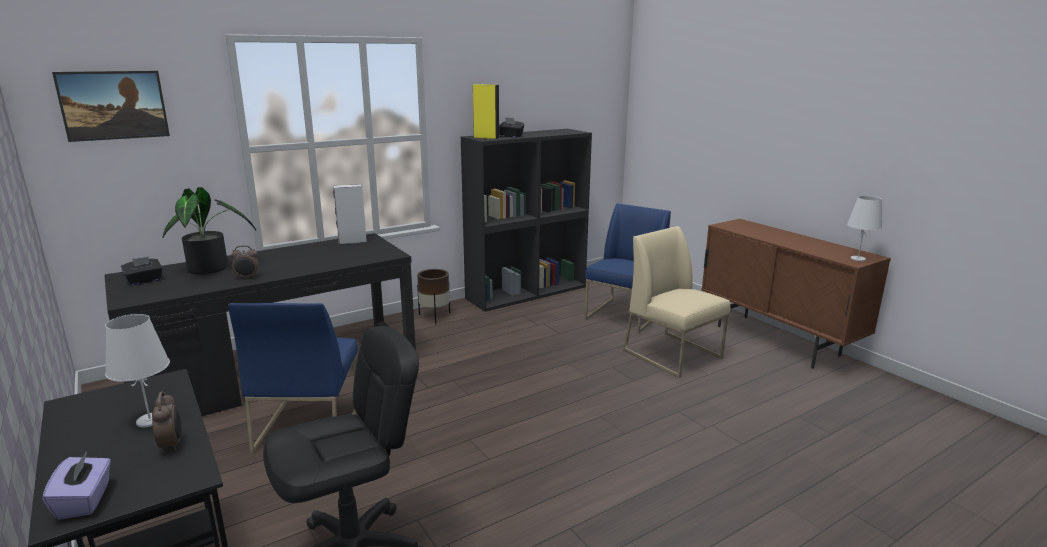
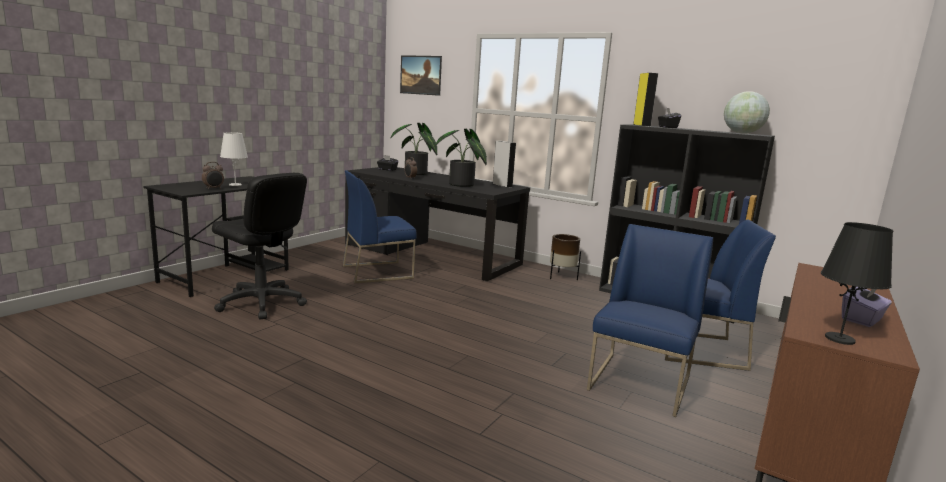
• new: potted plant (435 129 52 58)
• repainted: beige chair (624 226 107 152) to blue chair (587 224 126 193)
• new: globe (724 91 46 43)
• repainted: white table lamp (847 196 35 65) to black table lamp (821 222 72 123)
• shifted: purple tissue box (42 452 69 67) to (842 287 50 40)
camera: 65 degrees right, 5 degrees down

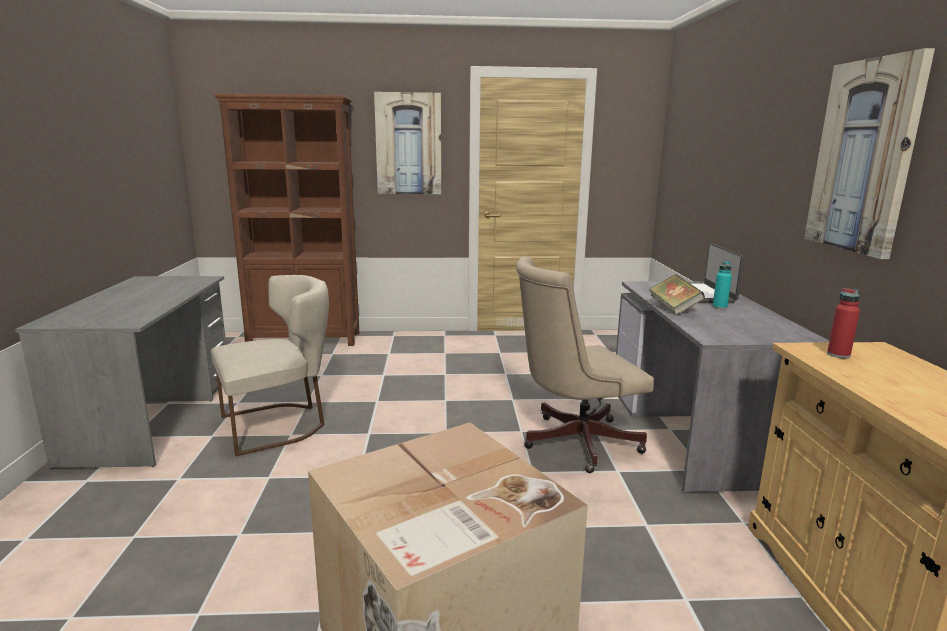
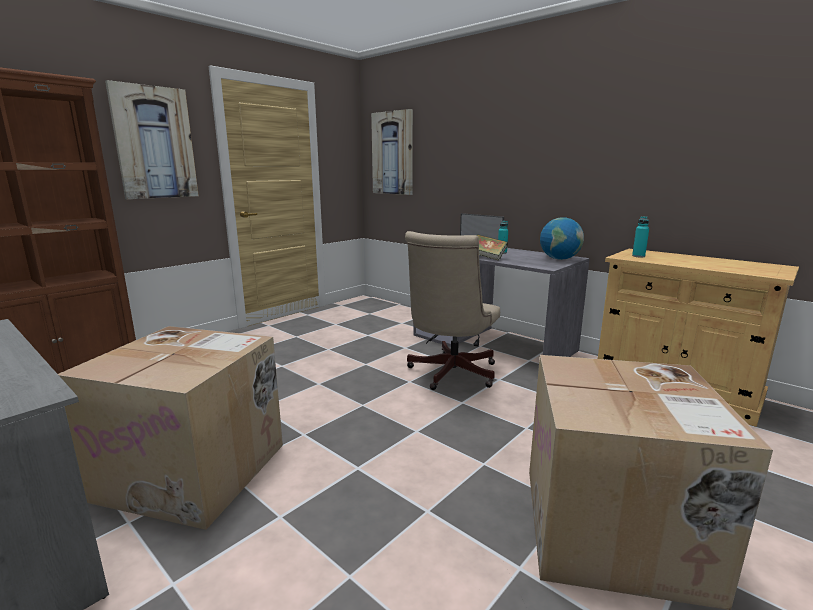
• swapped: beige chair (211 275 118 181) to cardboard box (58 326 225 204)
• shifted: picture (804 48 131 211) to (371 109 42 86)
• new: globe (540 217 44 43)
• repainted: red bottle (827 288 33 70) to turquoise bottle (632 216 17 41)
camera: 45 degrees left, 0 degrees up

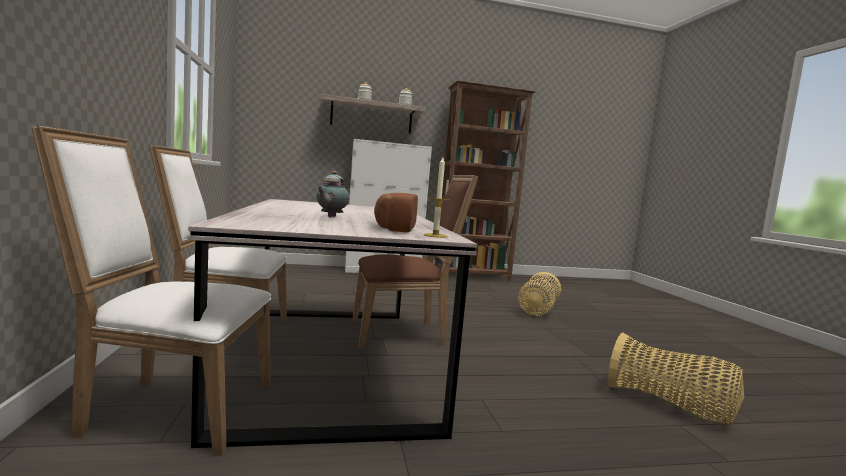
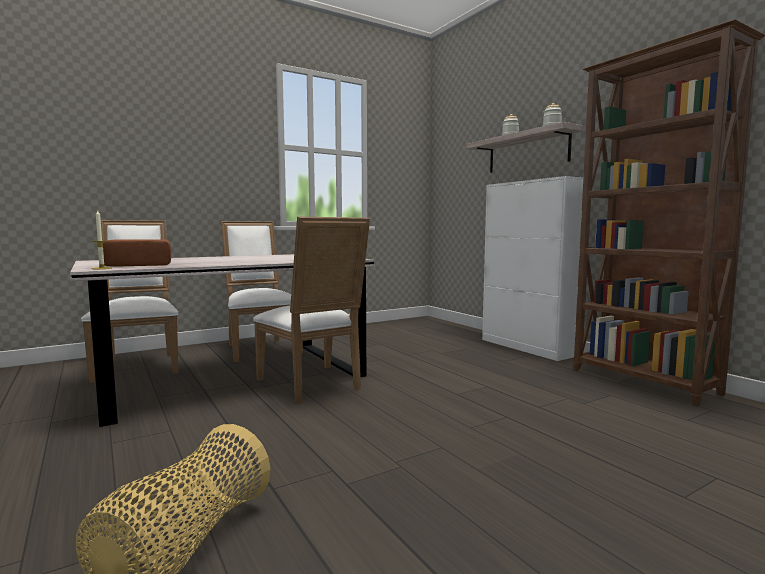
• repainted: brown chair (352 175 126 174) to white chair (253 216 117 187)
• gone: teapot (316 171 34 46)
• gone: basket (518 272 43 44)
camera: 70 degrees right, 0 degrees up

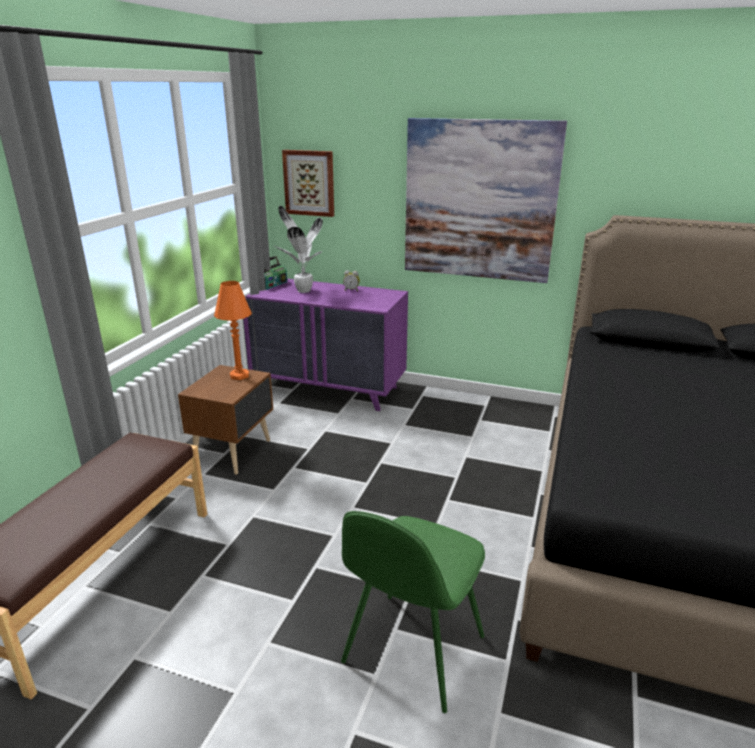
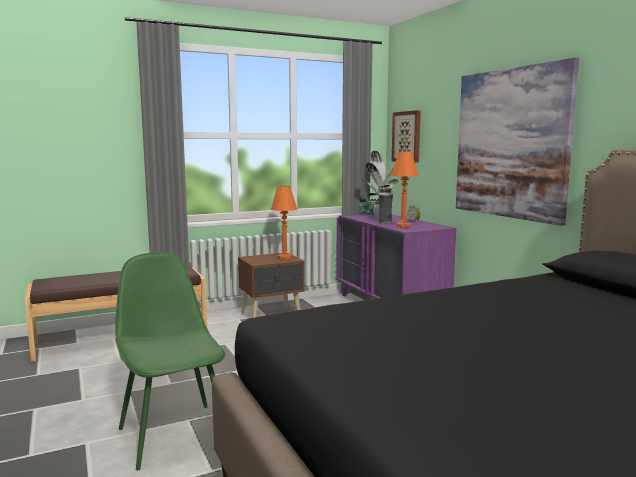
• rotated: green chair (341 511 144 202) = (115 252 111 218) 75 degrees clockwise
• new: vase (378 187 15 37)
• new: orange table lamp (391 152 28 76)
camera: 45 degrees right, 15 degrees down

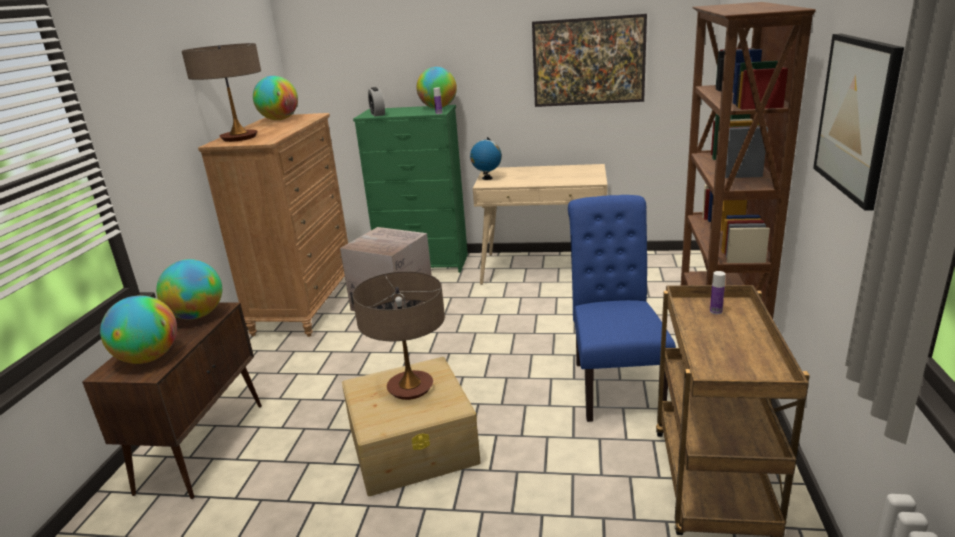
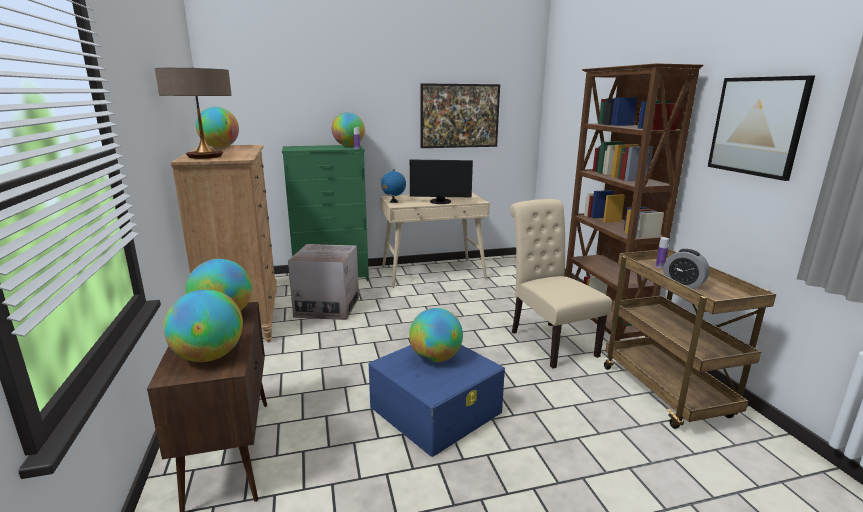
• repainted: beige storage box (342 357 139 139) to blue storage box (369 345 136 112)
• swapped: table lamp (352 271 93 129) to globe (409 308 54 54)
• new: monitor (410 160 63 44)
• repainted: blue chair (568 195 108 227) to beige chair (510 199 102 169)
• shifted: alarm clock (368 87 17 30) to (663 249 47 40)
camera: 25 degrees left, 5 degrees down

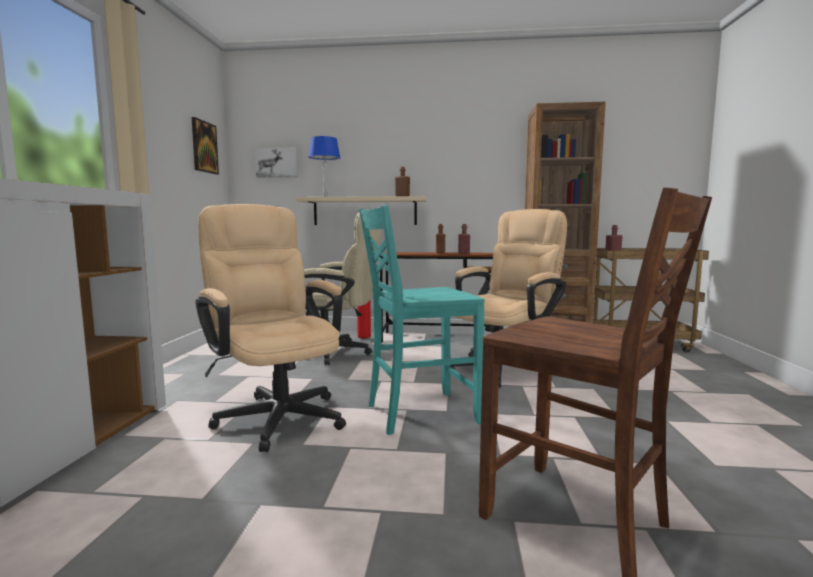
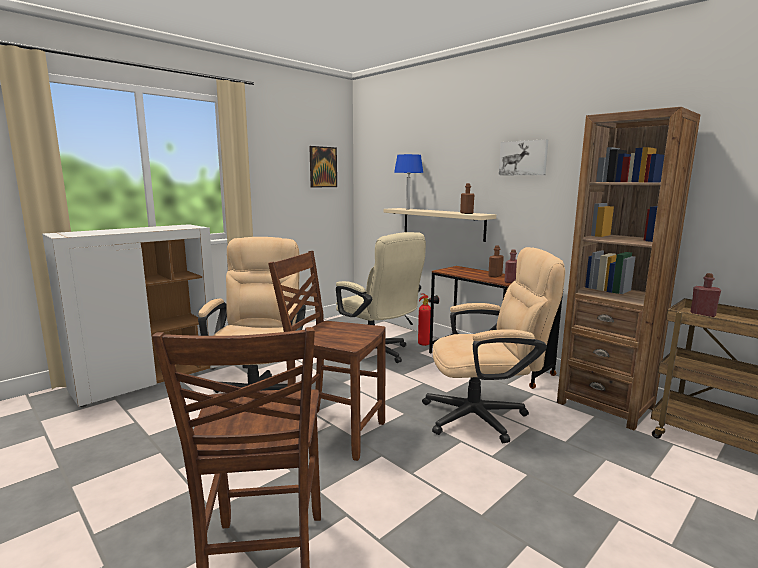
• repainted: turquoise chair (359 205 126 230) to brown chair (268 251 118 210)
• shifted: picture (255 147 43 31) to (499 139 49 36)
camera: 40 degrees right, 5 degrees up

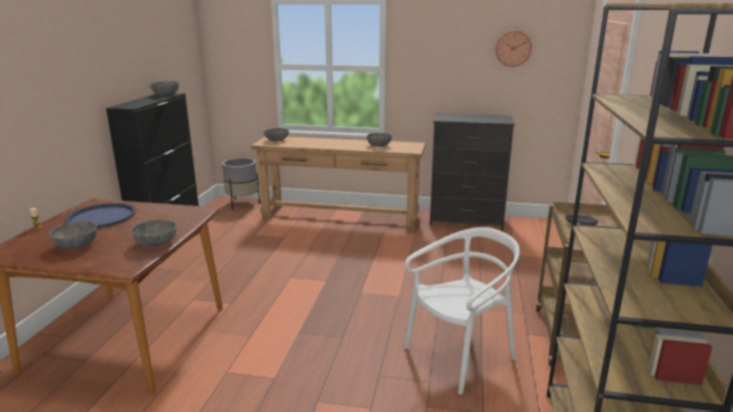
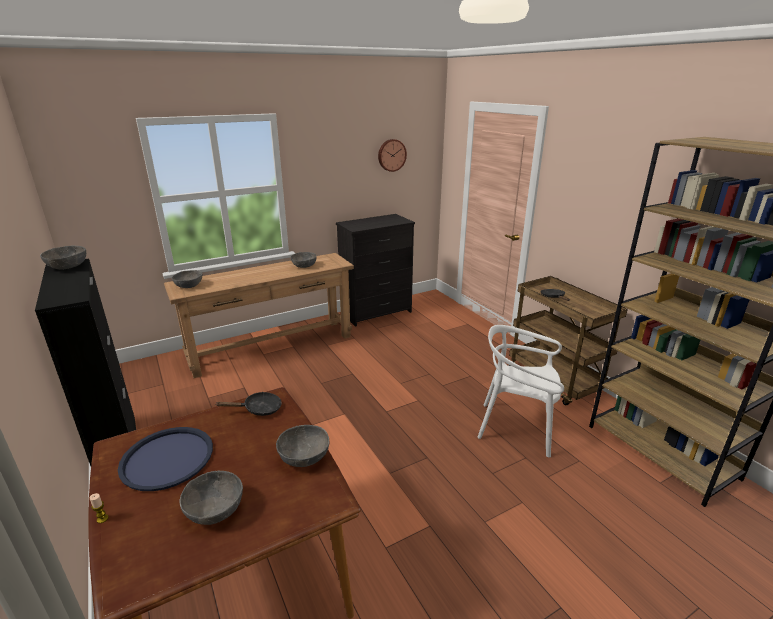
• new: black frying pan (215 392 67 24)
• rotated: white chair (404 227 116 167) = (478 325 86 132) 90 degrees counterclockwise
• gone: grey planter (222 158 38 52)
camera: 40 degrees left, 5 degrees up

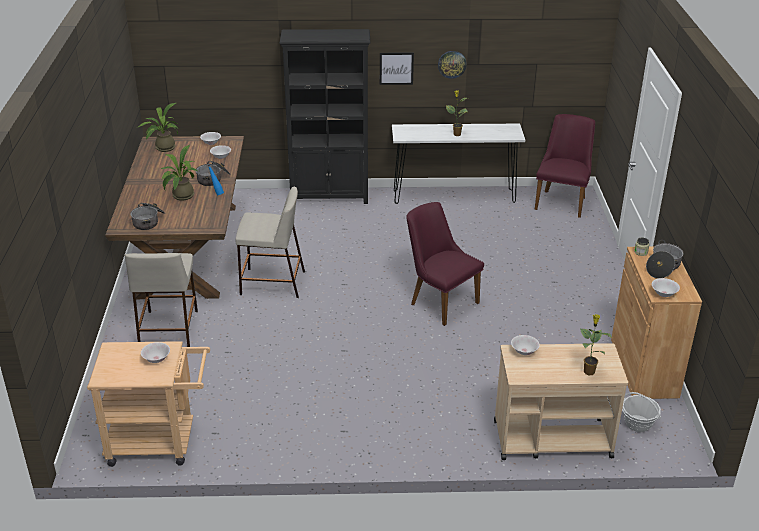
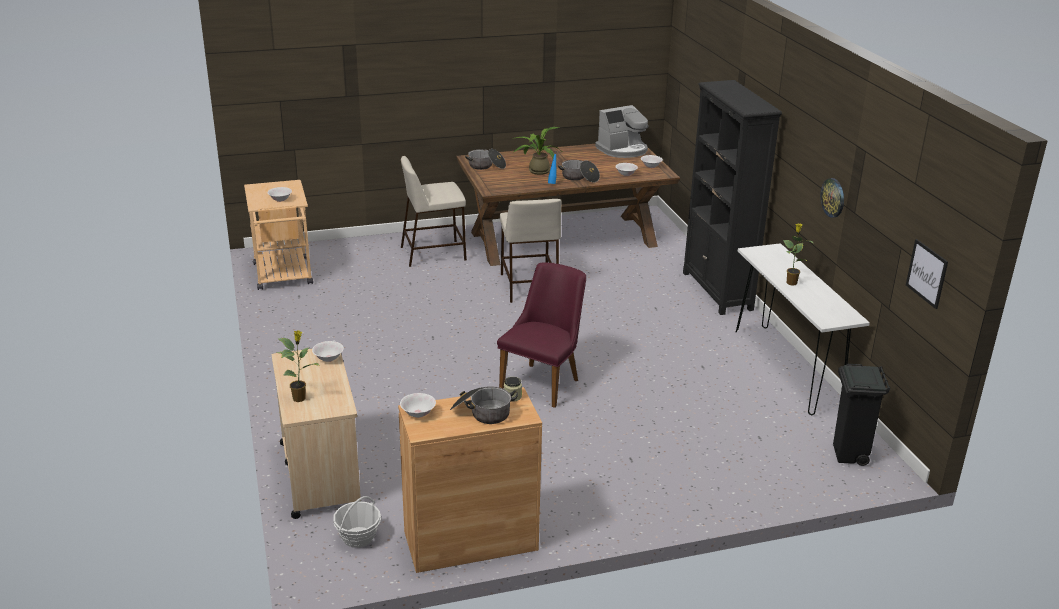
• swapped: potted plant (136 103 42 49) to coffee machine (595 105 54 53)
• swapped: purple chair (535 114 60 104) to black trash can (833 364 57 102)
• shifted: picture (380 53 34 32) to (906 239 42 70)
camera: 75 degrees right, 5 degrees down

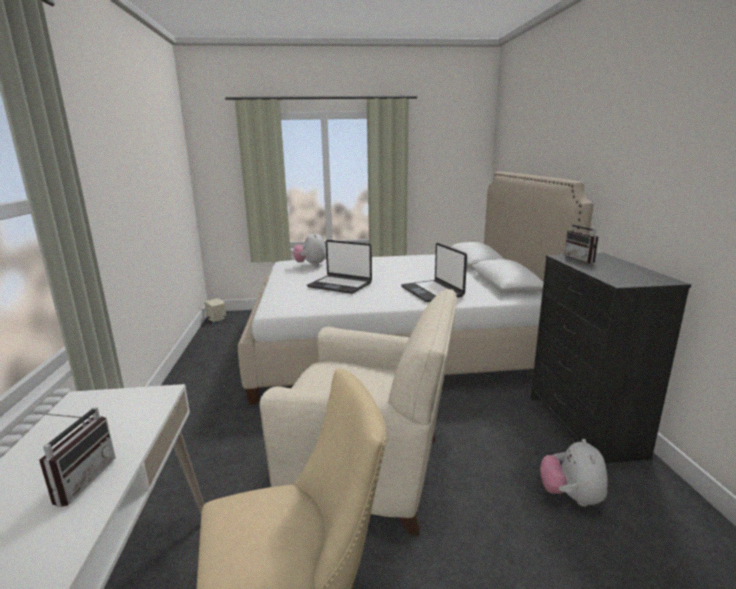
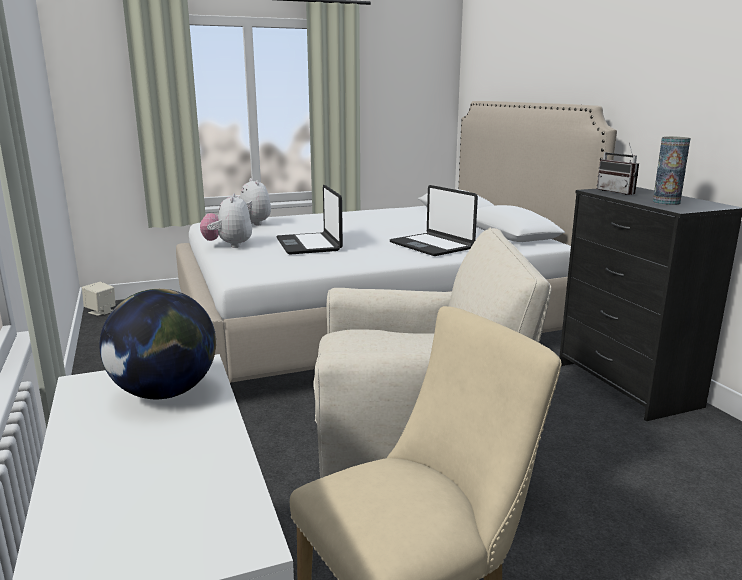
• new: globe (100 289 116 110)
• shifted: plush toy (540 439 68 68) to (200 194 52 54)
• rotated: laptop (307 240 65 54) = (276 185 67 70) 60 degrees clockwise
• new: vase (653 137 38 68)
• gone: radio (35 407 81 100)
camera: 15 degrees left, 0 degrees up

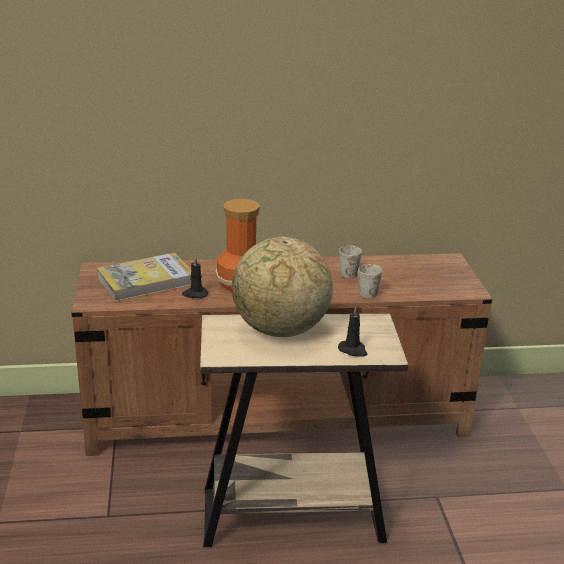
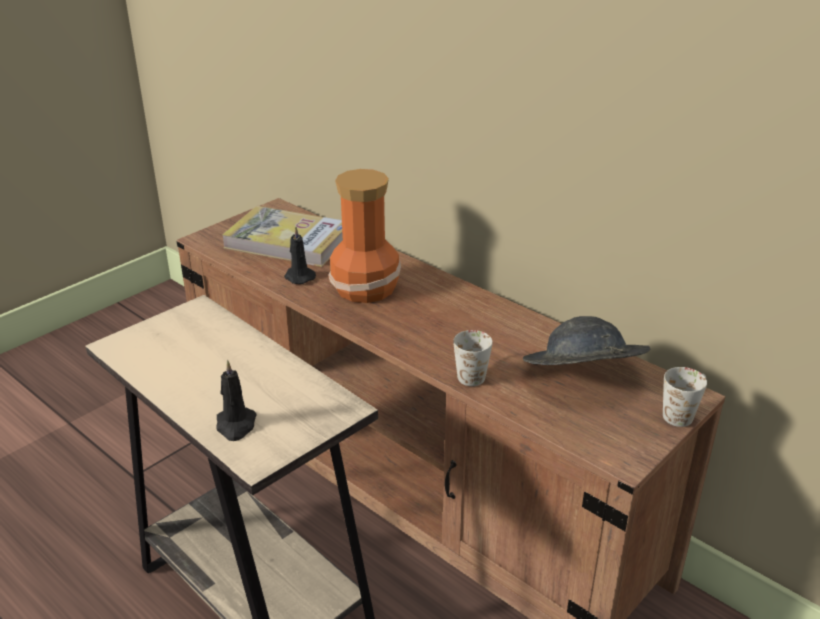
• new: grey hat (523 316 127 49)
• shifted: white mug (339 245 23 33) to (663 367 44 60)
• gone: globe (232 237 101 100)
camera: 50 degrees right, 5 degrees up

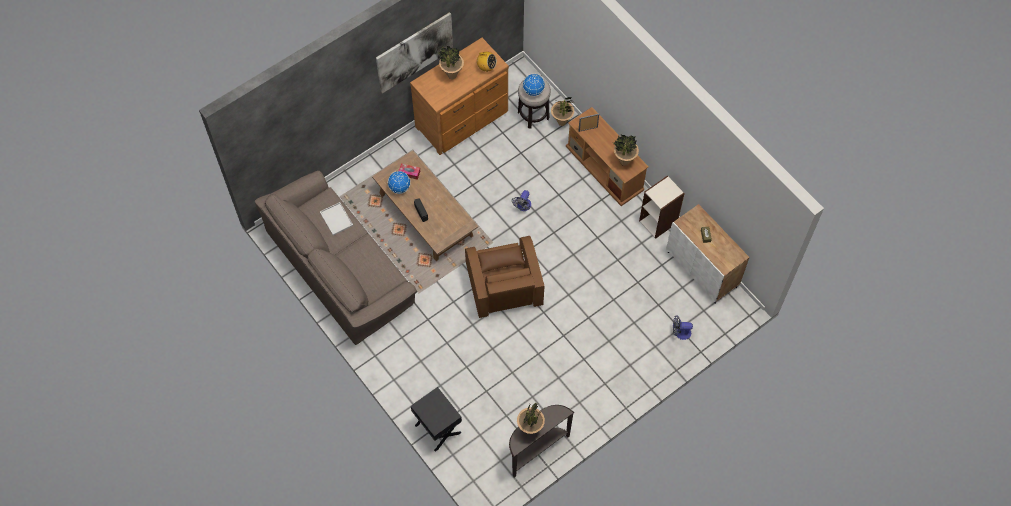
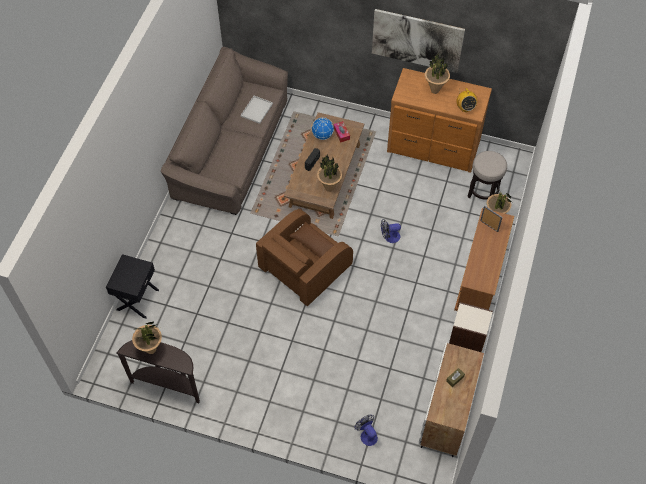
• shifted: potted plant (614 135 25 31) to (317 154 25 38)
• gone: globe (523 74 22 22)
camera: 55 degrees right, 5 degrees down

